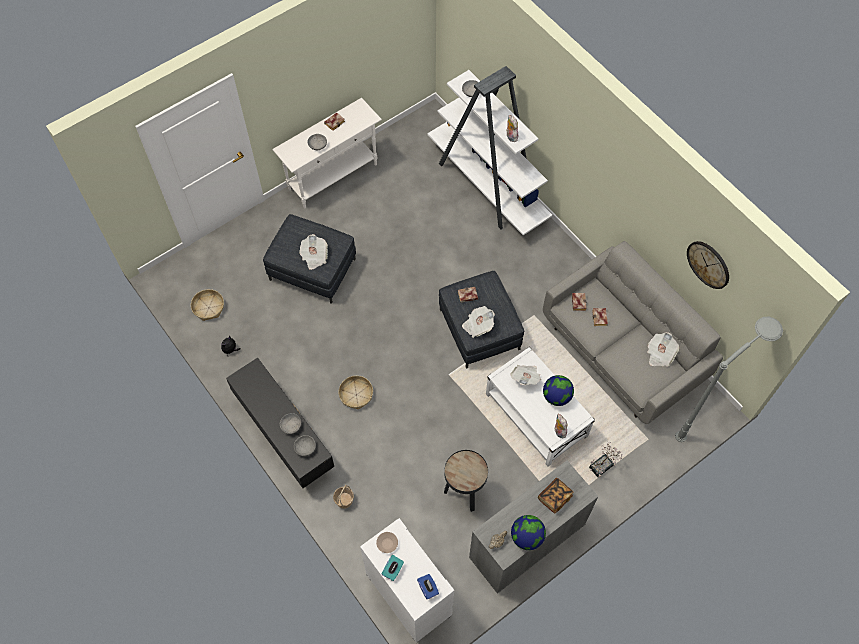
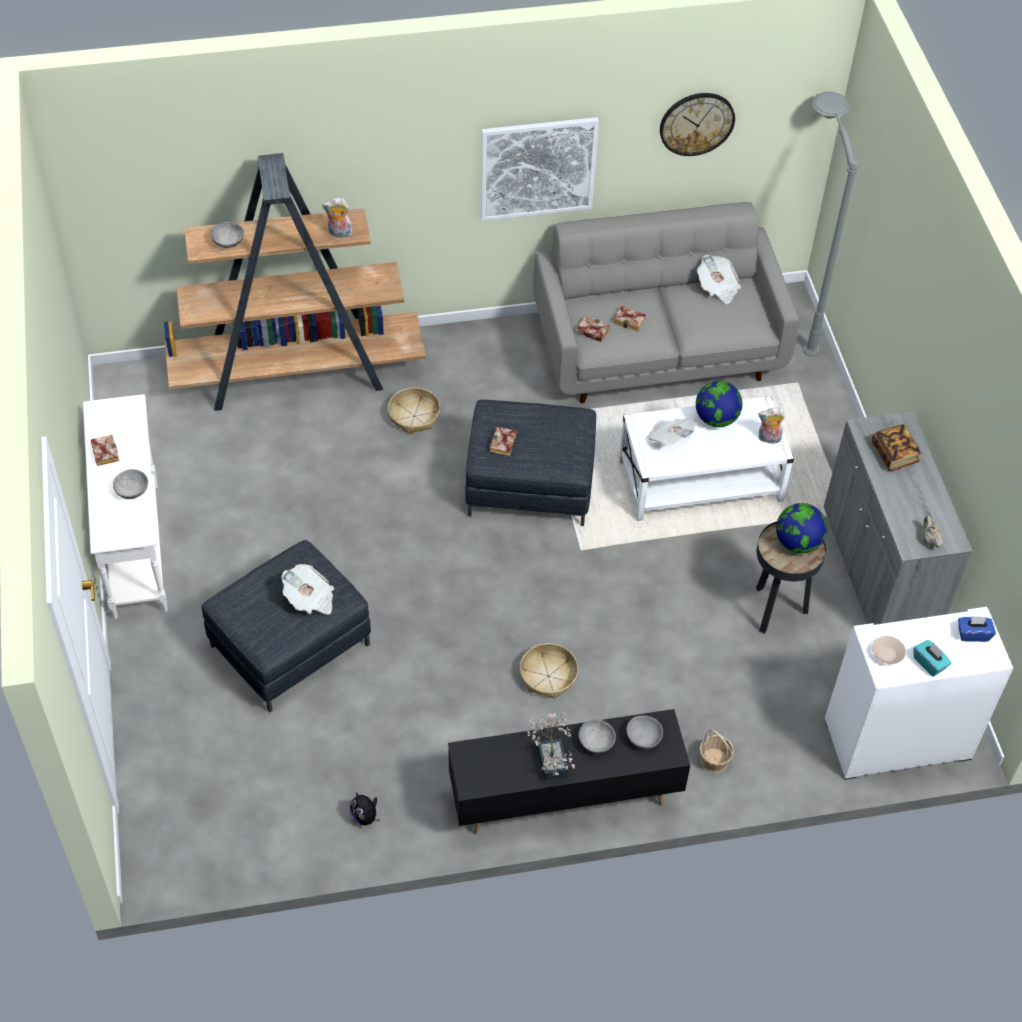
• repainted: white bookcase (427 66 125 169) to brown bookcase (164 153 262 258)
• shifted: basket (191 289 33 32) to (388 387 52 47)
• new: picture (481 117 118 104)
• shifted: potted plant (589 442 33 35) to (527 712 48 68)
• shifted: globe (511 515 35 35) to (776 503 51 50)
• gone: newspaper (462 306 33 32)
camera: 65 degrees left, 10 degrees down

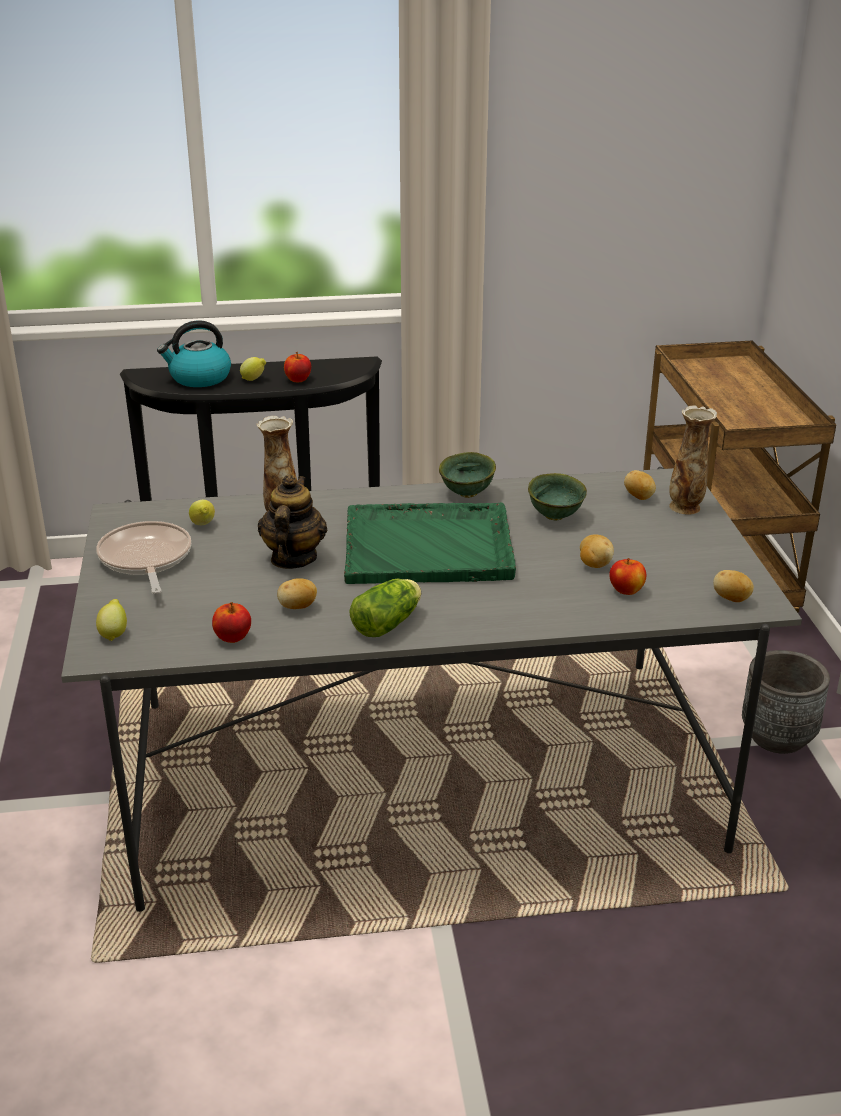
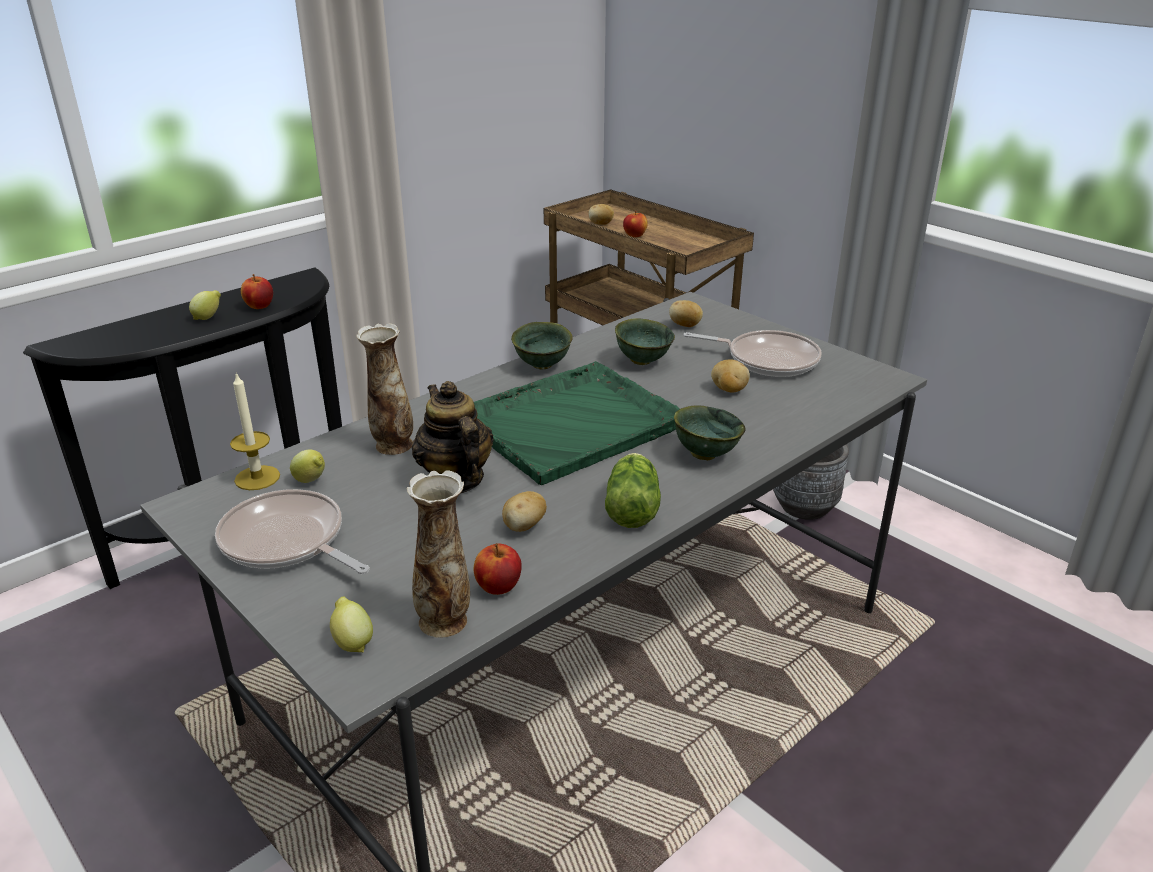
• new: candle (230 372 50 118)
• shifted: vase (669 405 48 110) to (406 470 64 168)
• shifted: potato (713 570 41 32) to (588 204 26 21)
• shifted: apple (609 558 37 37) to (623 211 24 27)
• new: green bowl (674 405 72 55)
• new: frying pan (683 330 139 47)
• gone: kettle (157 320 74 67)
camera: 35 degrees left, 0 degrees up

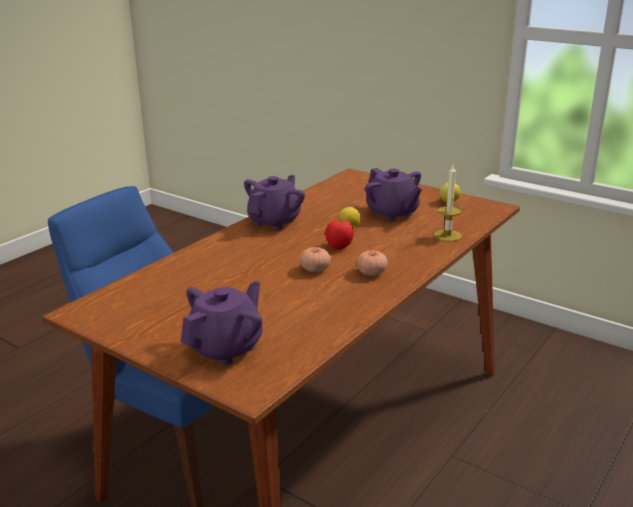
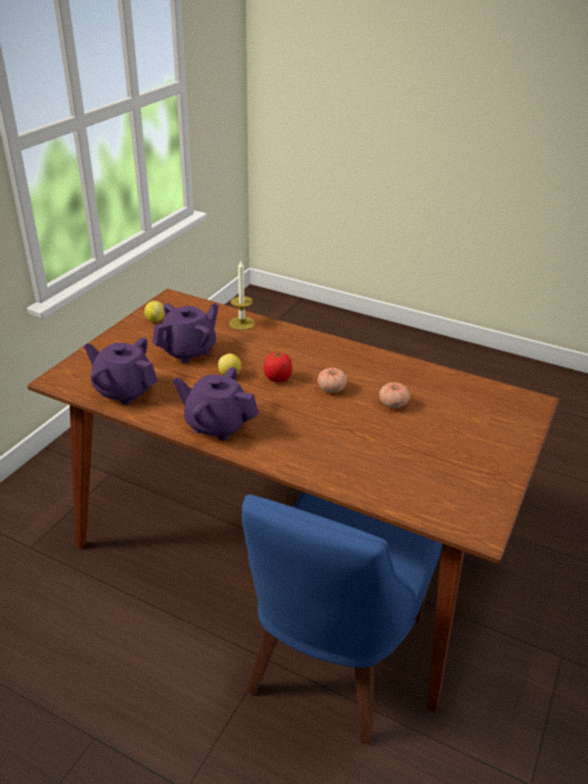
• shifted: purple teapot (181 281 82 84) to (84 338 74 67)
• shifted: tomato (357 250 31 26) to (379 382 31 26)
camera: 100 degrees left, 10 degrees up

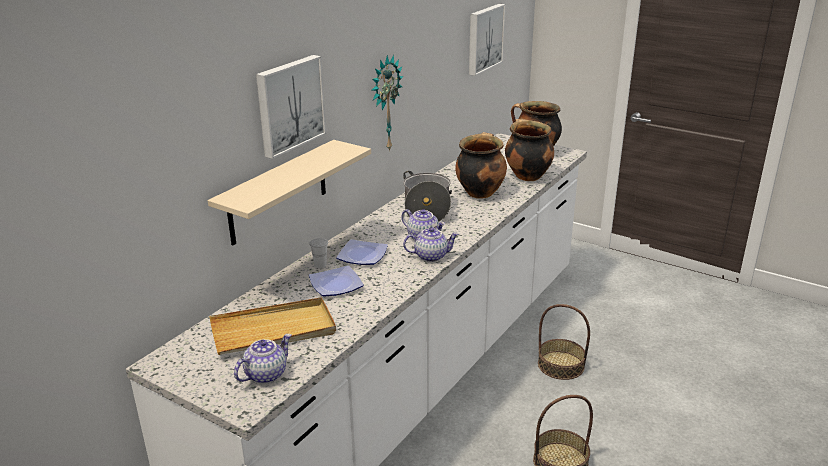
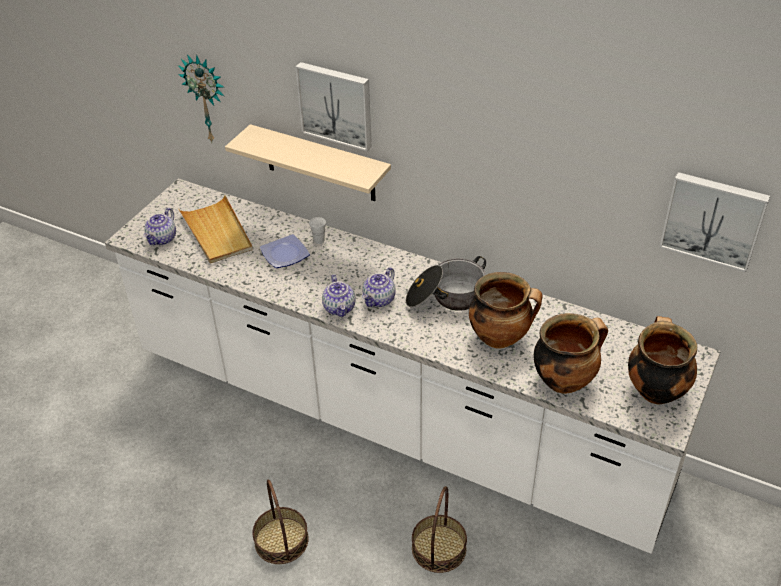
• rotated: teapot (234 334 58 50) = (144 208 32 37) 75 degrees clockwise
• shifted: wall clock (372 55 32 97) to (178 54 46 88)
• gone: plate (336 239 52 26)
camera: 85 degrees right, 15 degrees up

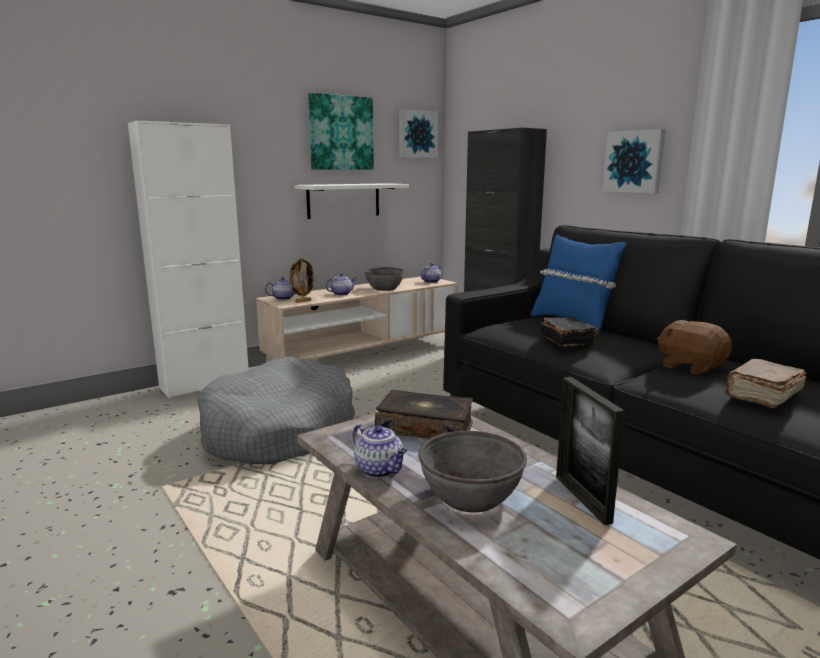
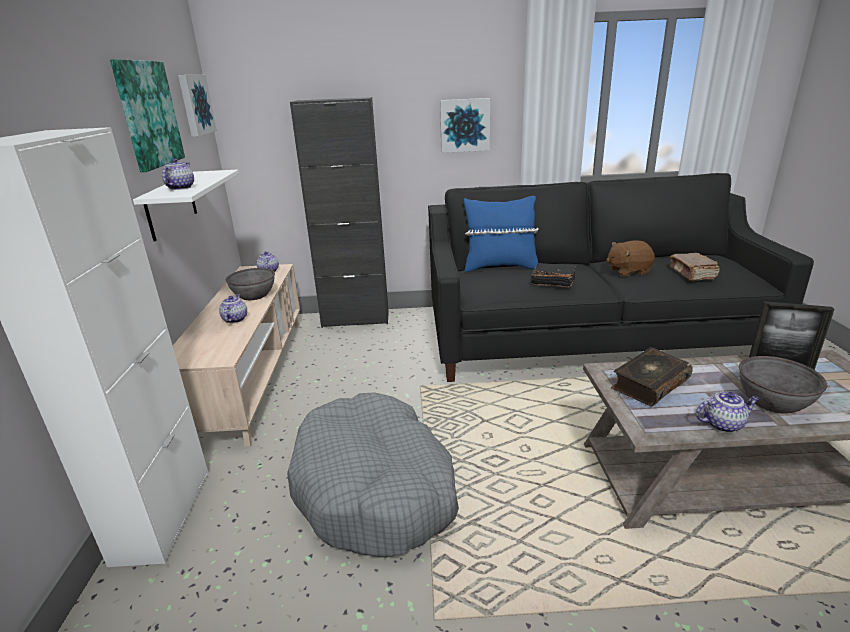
• shifted: teapot (265 277 30 23) to (162 159 32 31)
• gone: picture frame (289 257 27 46)
camera: 55 degrees left, 10 degrees up

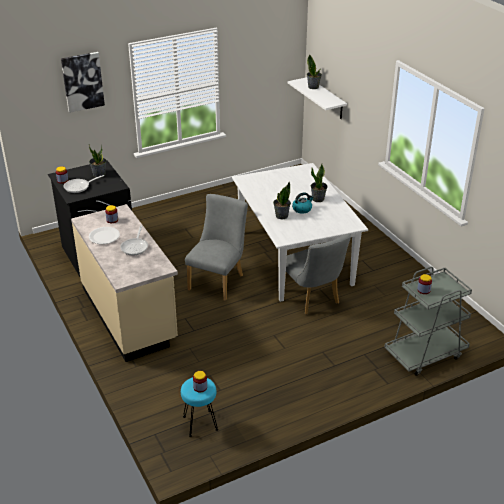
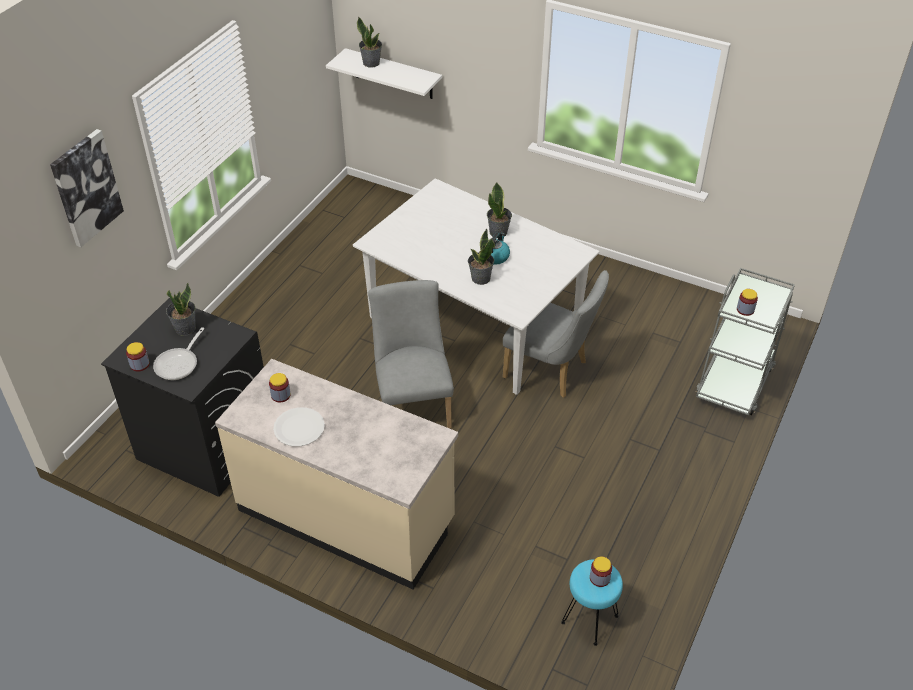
• gone: frying pan (120 226 28 29)
camera: 35 degrees left, 10 degrees up

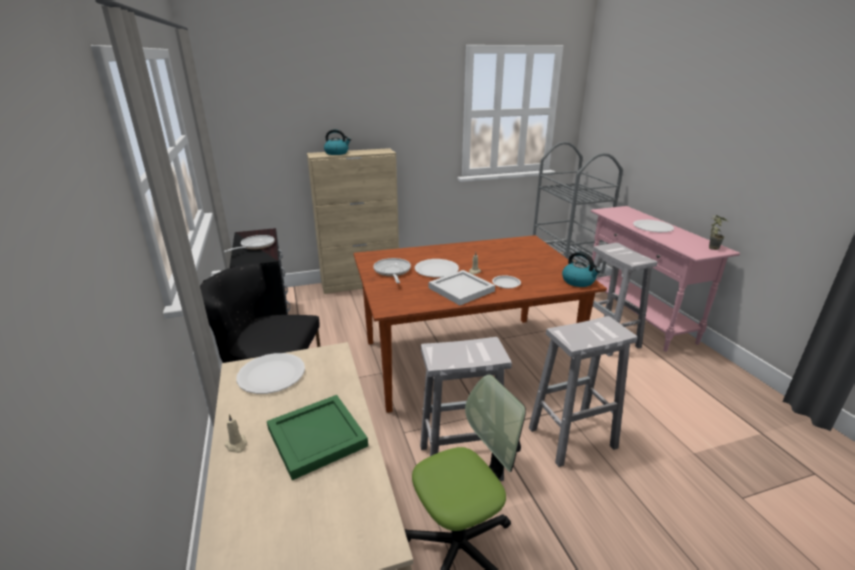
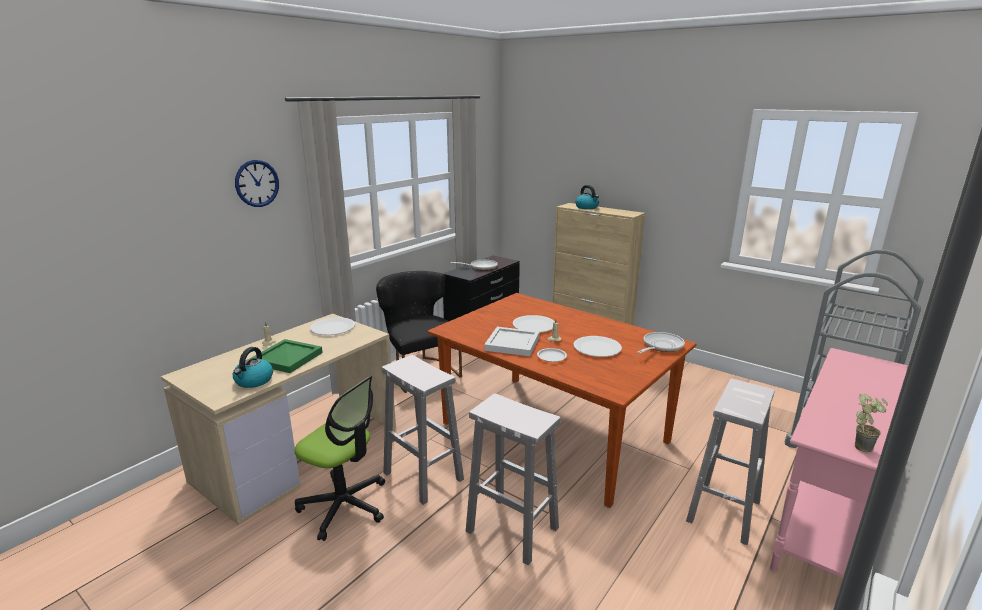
• shifted: kettle (562 252 39 35) to (233 347 40 41)
• new: wall clock (235 160 44 47)
• shifted: white plate (633 220 41 12) to (573 336 49 21)
• shifted: frying pan (373 258 38 25) to (637 332 48 22)
camera: 55 degrees right, 5 degrees down

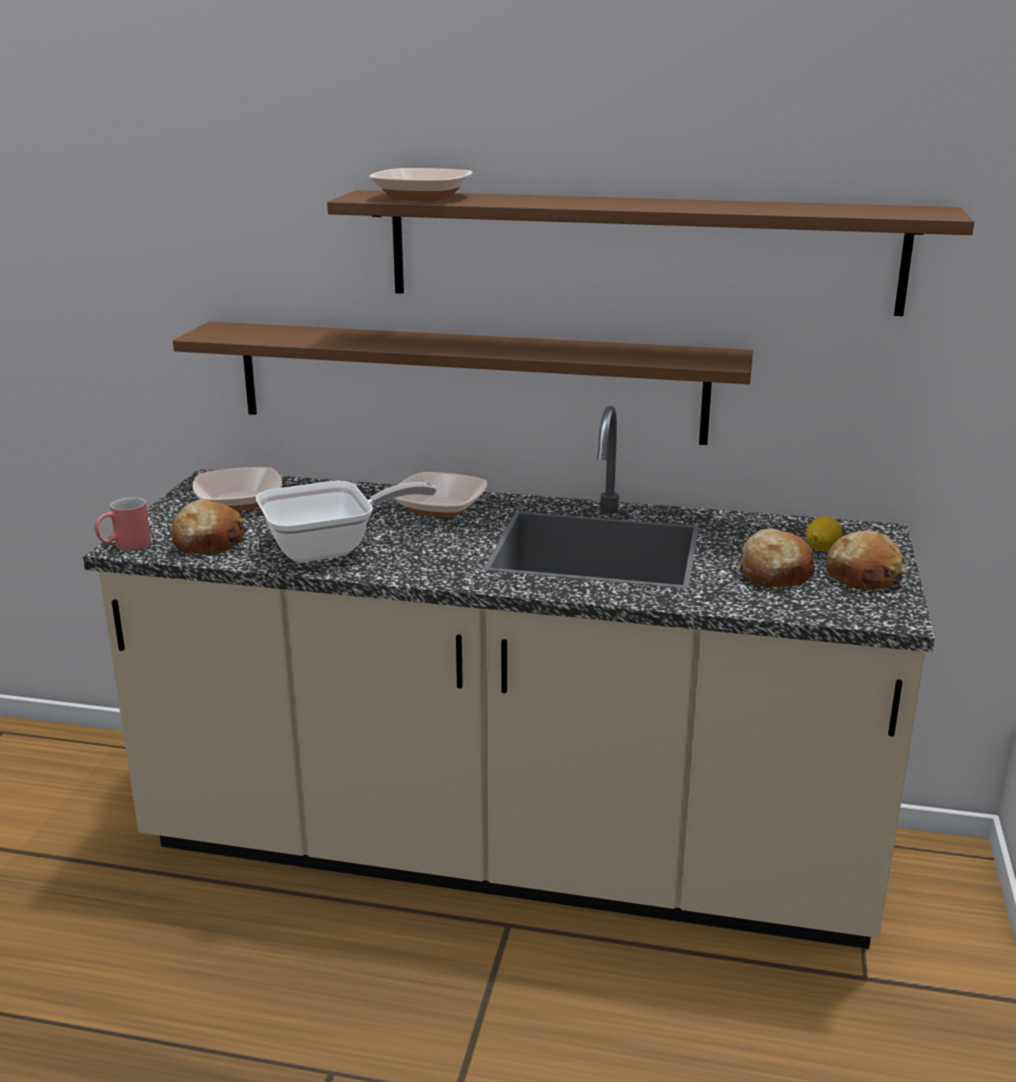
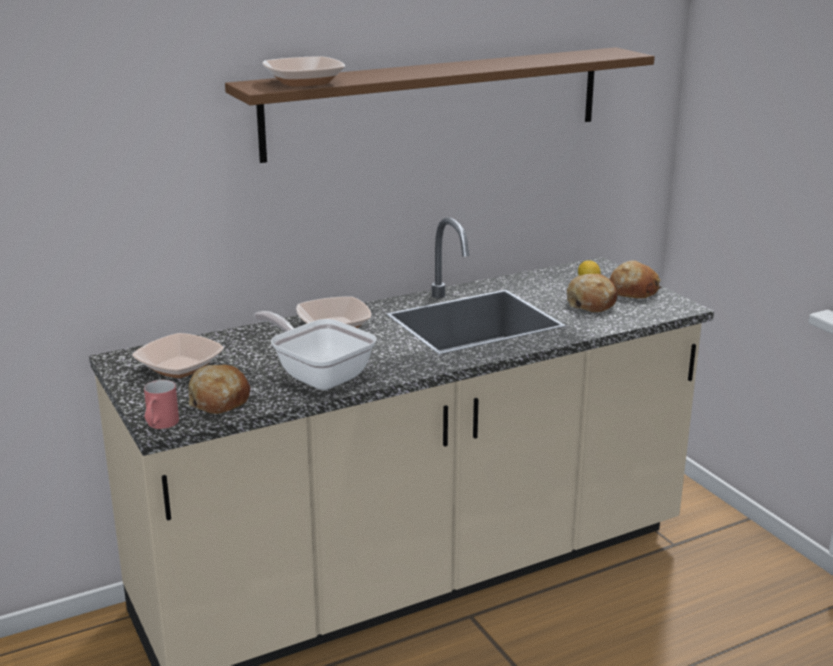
• rotated: frying pan (256 481 181 81) = (254 311 123 79) 75 degrees counterclockwise
• gone: brown shelf (173 322 580 123)
camera: 40 degrees left, 0 degrees up

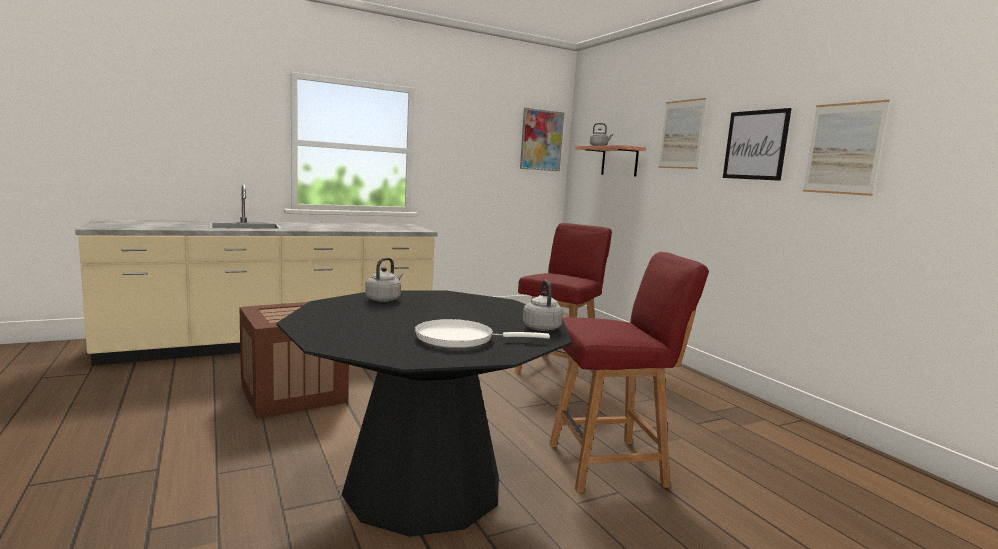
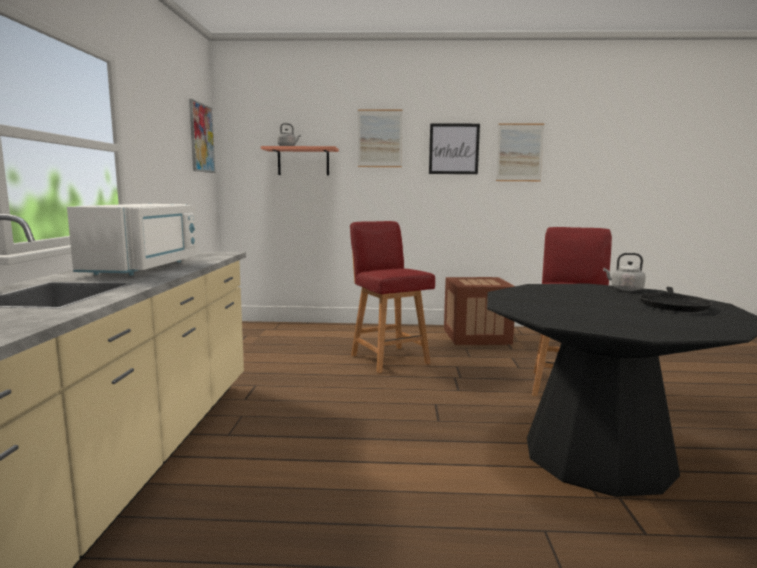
• new: white microwave (67 204 131 72)
• shifted: crate (240 302 109 117) to (444 277 71 68)
• repainted: white frying pan (415 319 135 29) to black frying pan (640 287 72 25)
• gone: grey kettle (365 258 38 44)
camera: 60 degrees left, 0 degrees up

